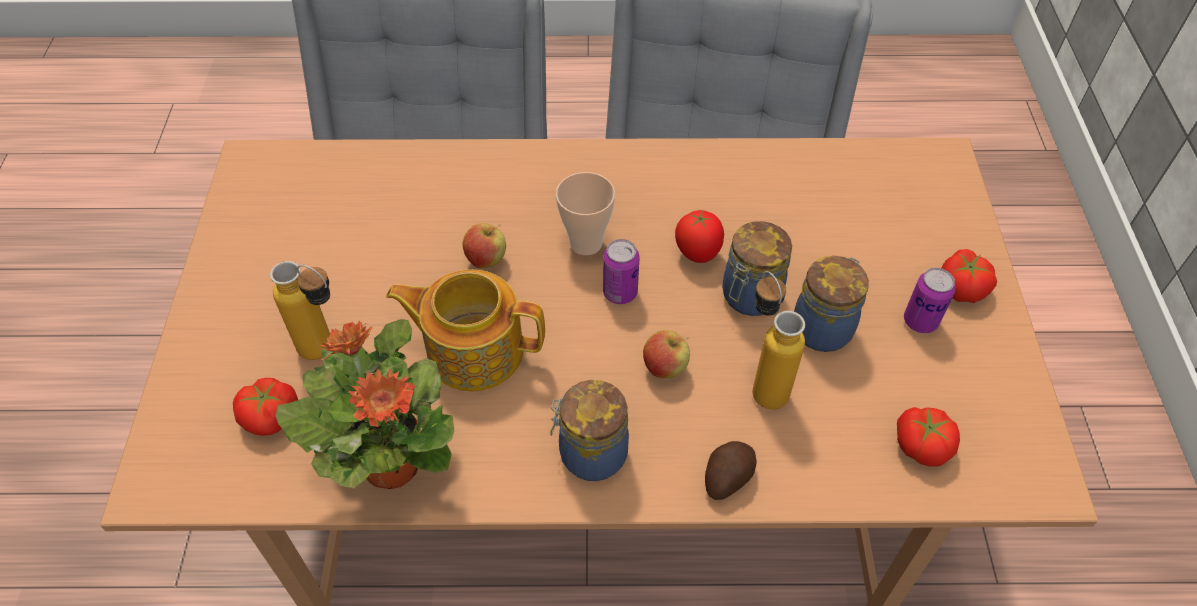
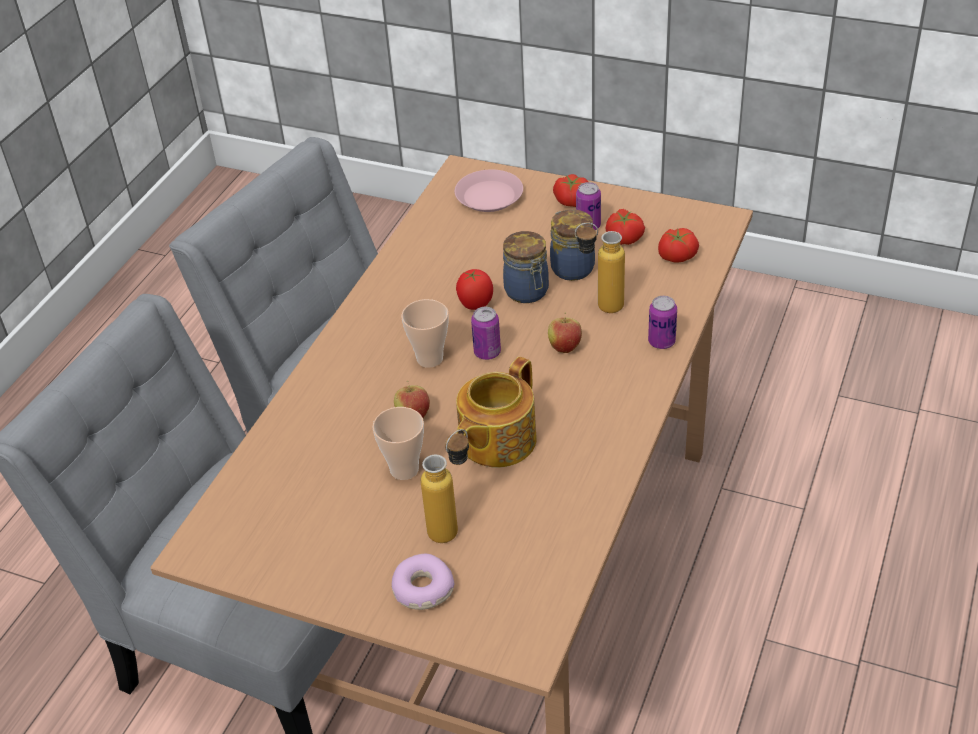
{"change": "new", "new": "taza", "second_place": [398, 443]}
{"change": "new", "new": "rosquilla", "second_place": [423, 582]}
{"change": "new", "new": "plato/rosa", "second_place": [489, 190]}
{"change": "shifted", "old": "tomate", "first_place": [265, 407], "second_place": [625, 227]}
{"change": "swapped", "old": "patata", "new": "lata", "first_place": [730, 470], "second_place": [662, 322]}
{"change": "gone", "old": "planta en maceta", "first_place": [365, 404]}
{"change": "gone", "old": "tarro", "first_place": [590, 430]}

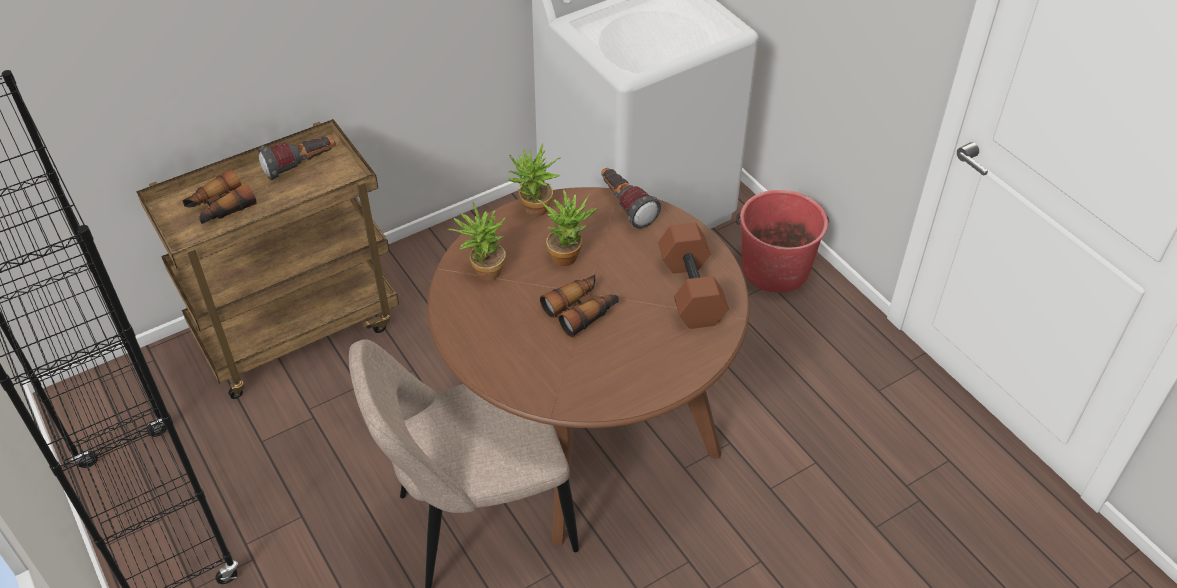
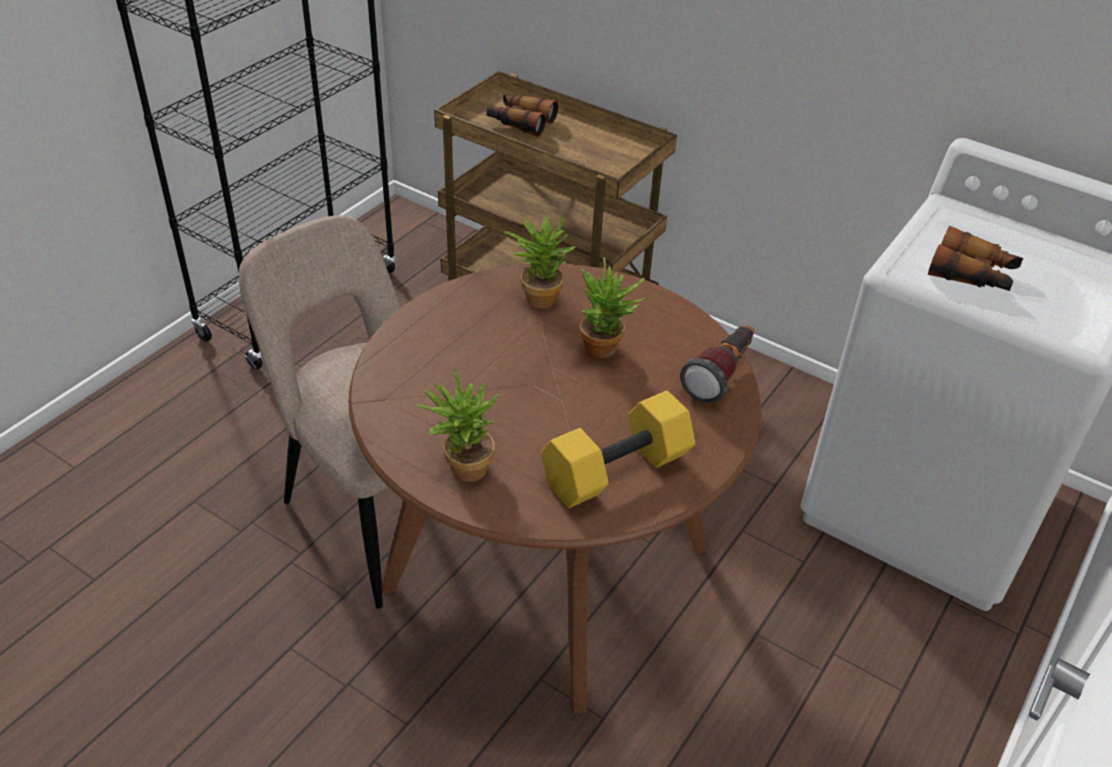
{"change": "shifted", "old": "planta en maceta", "first_place": [534, 180], "second_place": [456, 425]}
{"change": "repainted", "old": "mancuerna/marrón", "new": "mancuerna/amarillo", "first_place": [693, 275], "second_place": [618, 449]}
{"change": "shifted", "old": "prismáticos", "first_place": [579, 306], "second_place": [975, 258]}
{"change": "gone", "old": "linterna", "first_place": [297, 159]}
{"change": "gone", "old": "cubo/rojo", "first_place": [782, 241]}

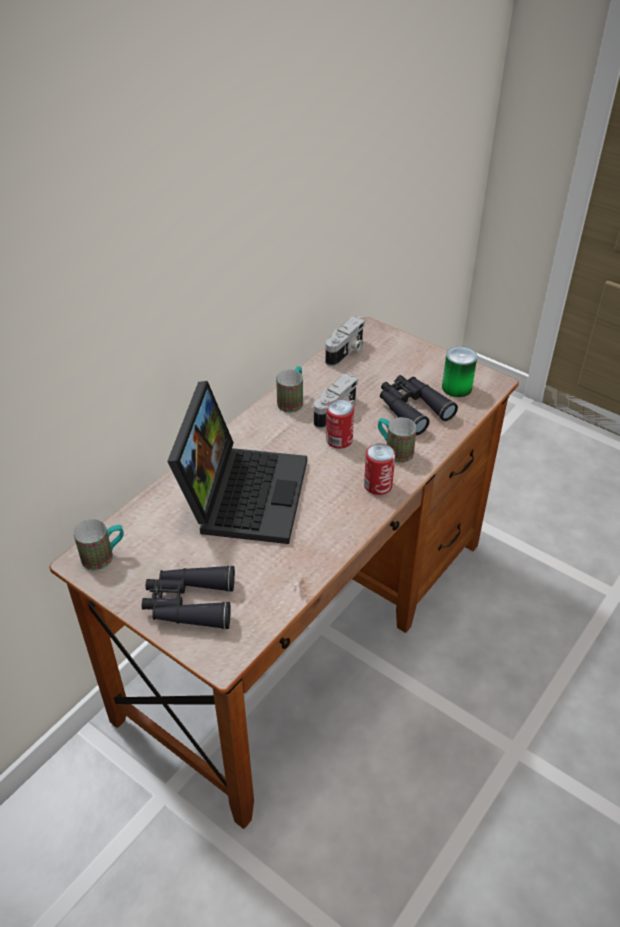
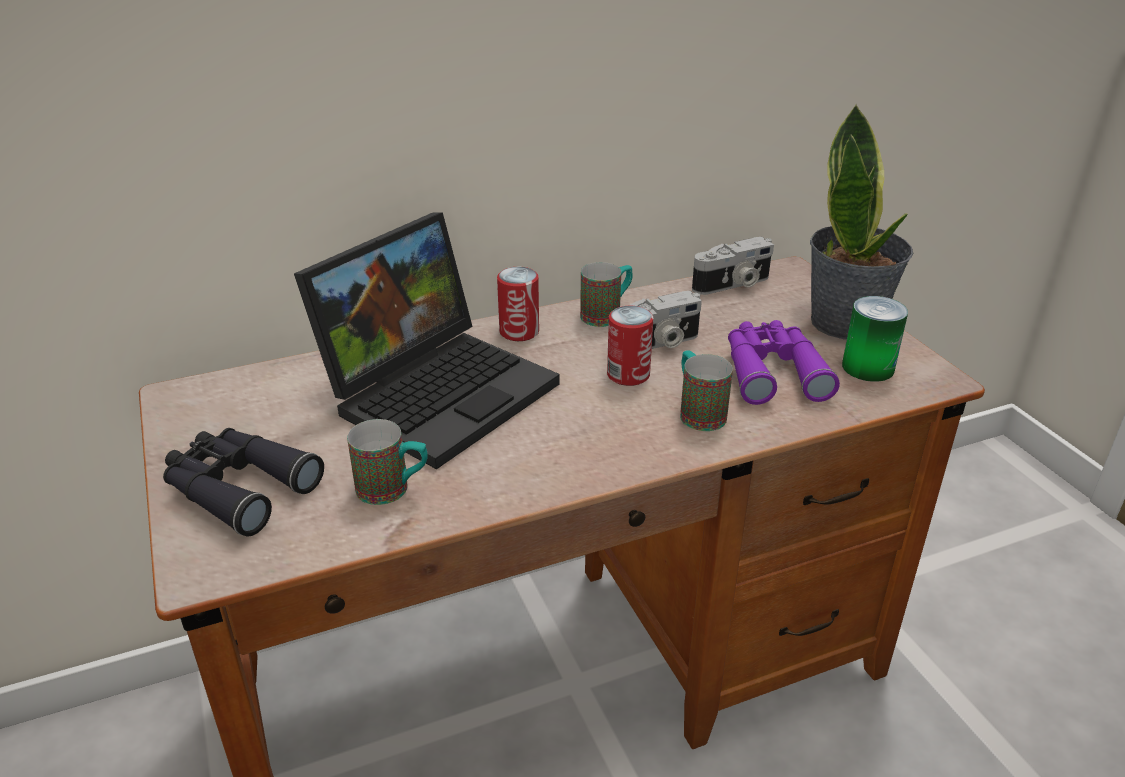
{"change": "shifted", "old": "taza grande", "first_place": [99, 544], "second_place": [387, 462]}
{"change": "shifted", "old": "lata", "first_place": [379, 469], "second_place": [518, 304]}
{"change": "repainted", "old": "prismáticos/negro", "new": "prismáticos/morado", "first_place": [419, 405], "second_place": [784, 362]}
{"change": "new", "new": "planta en maceta", "second_place": [861, 221]}

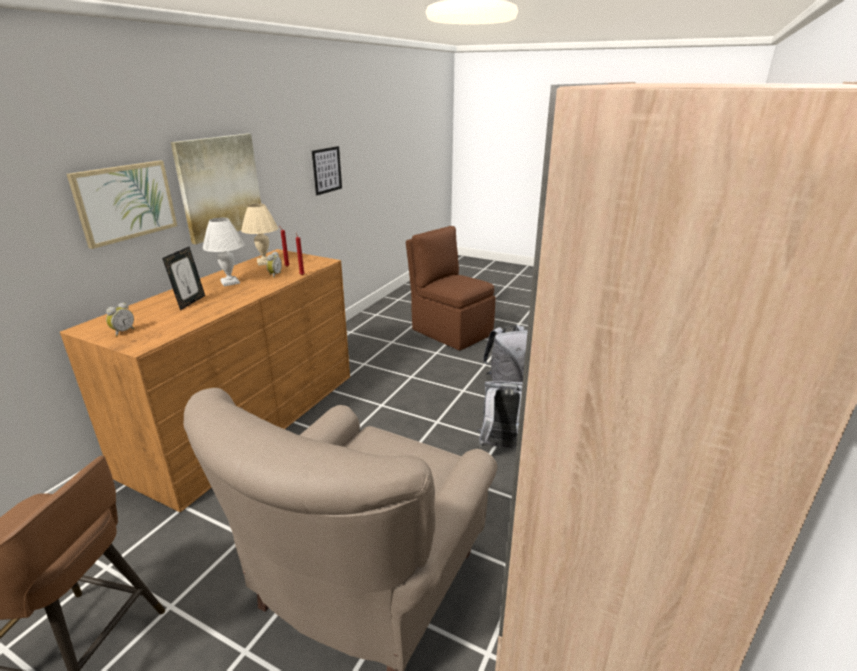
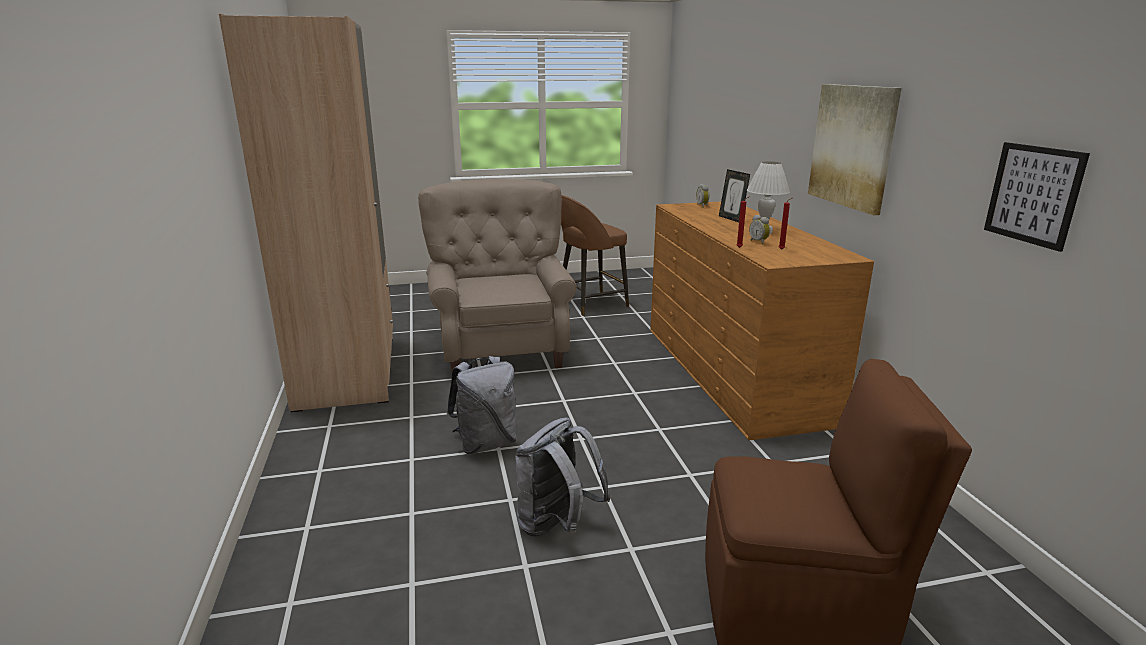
{"change": "gone", "old": "cuadro", "first_place": [122, 204]}
{"change": "gone", "old": "lámpara de mesa/beis", "first_place": [259, 235]}

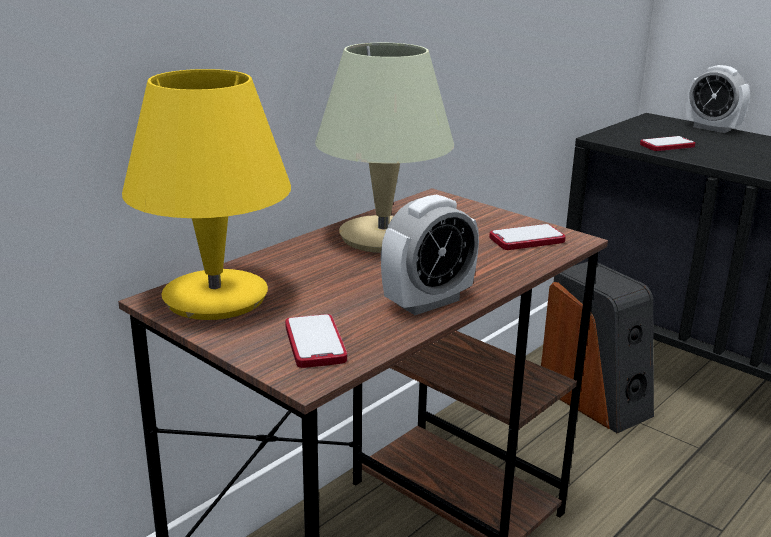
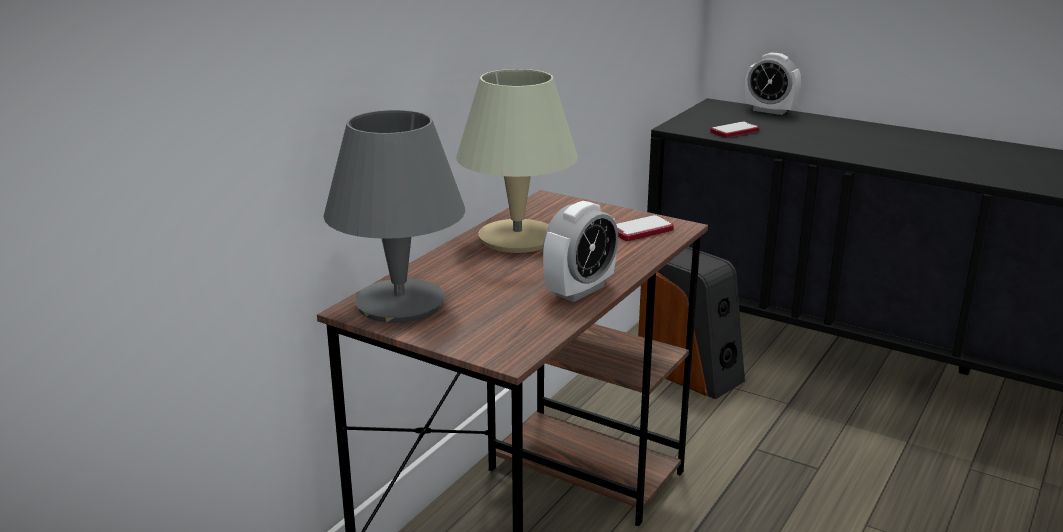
{"change": "repainted", "old": "lámpara de mesa/amarillo", "new": "lámpara de mesa/gris", "first_place": [206, 194], "second_place": [394, 216]}
{"change": "gone", "old": "móvil", "first_place": [316, 341]}

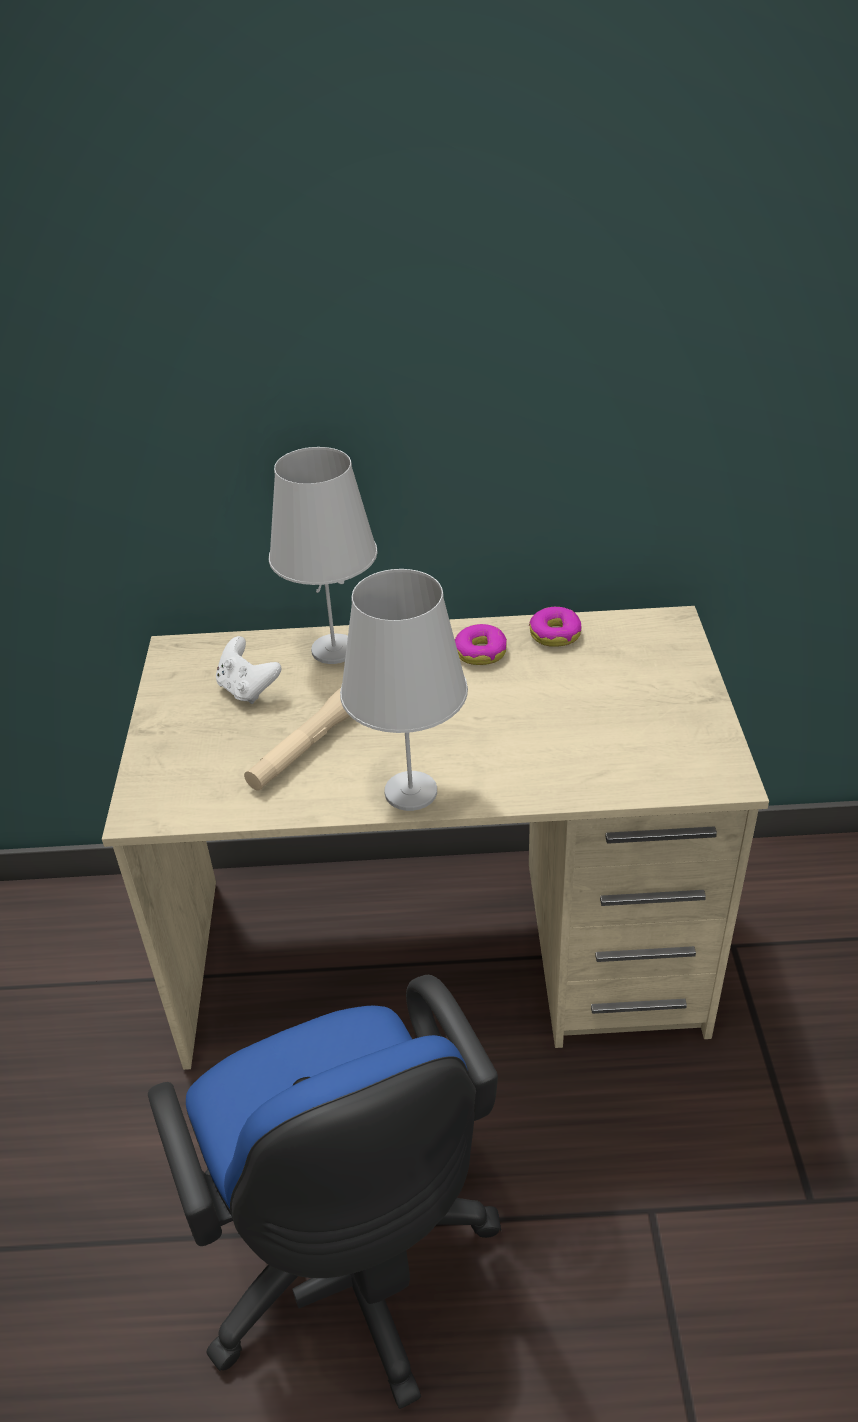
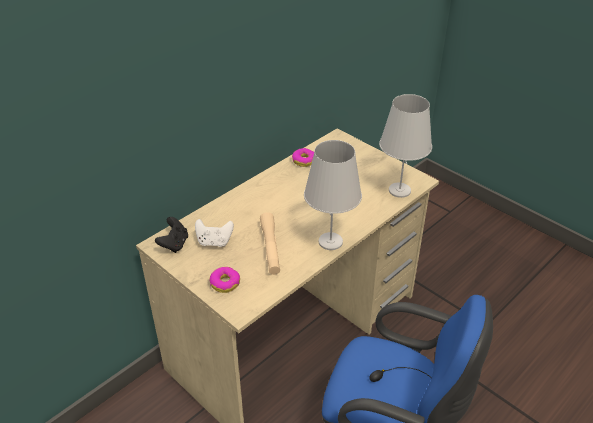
{"change": "new", "new": "mando de consola/negro", "second_place": [171, 235]}
{"change": "shifted", "old": "rosquilla", "first_place": [481, 644], "second_place": [225, 280]}
{"change": "shifted", "old": "lámpara de mesa/blanco", "first_place": [323, 555], "second_place": [405, 146]}

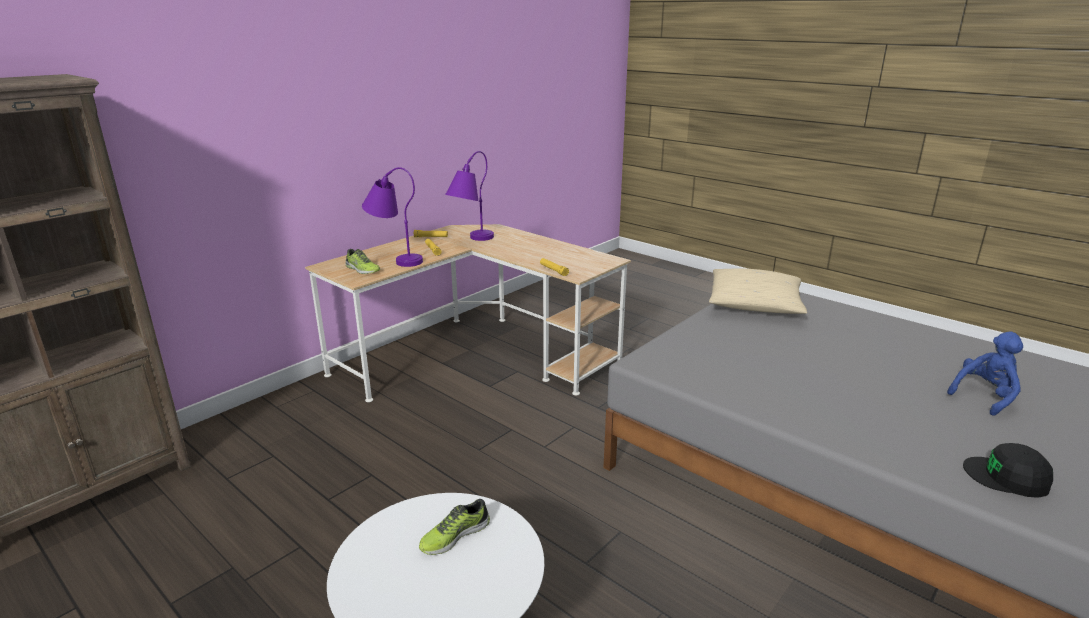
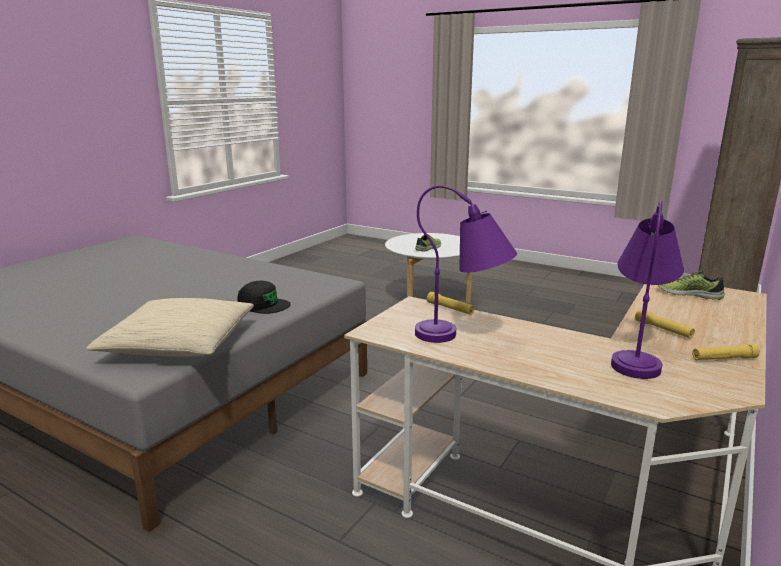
{"change": "shifted", "old": "gorra/negro", "first_place": [1008, 470], "second_place": [264, 297]}
{"change": "shifted", "old": "lámpara de mesa/morado", "first_place": [392, 217], "second_place": [466, 264]}
{"change": "gone", "old": "peluche/azul", "first_place": [985, 373]}

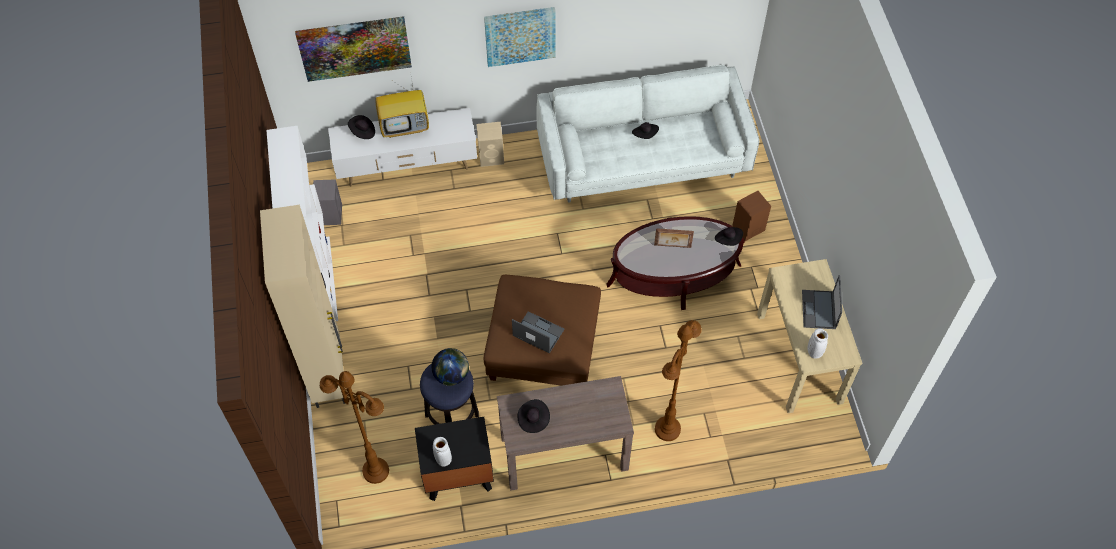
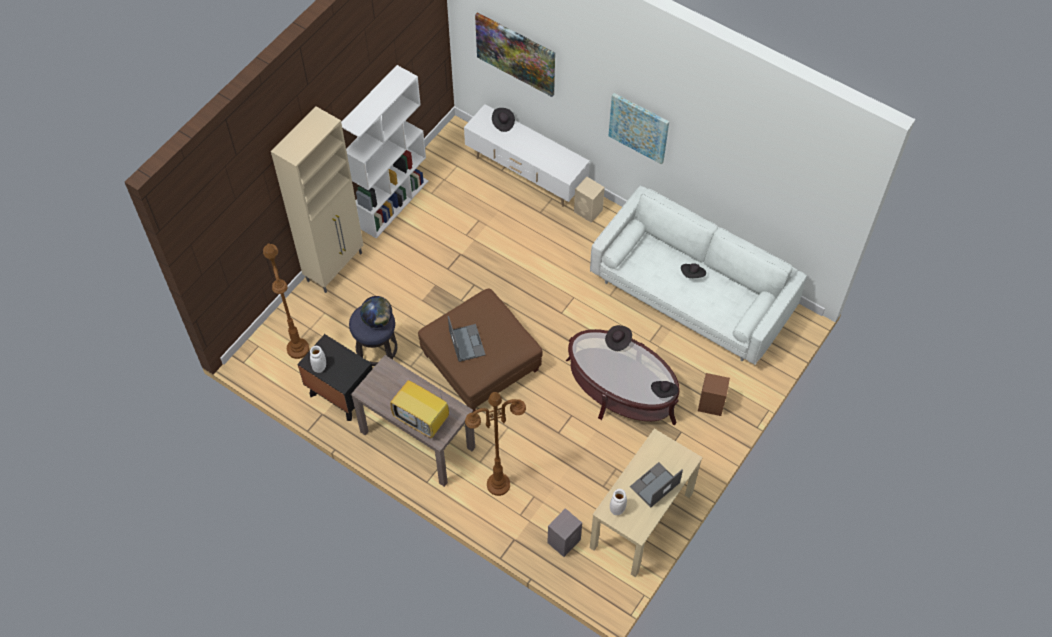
{"change": "shifted", "old": "televisor", "first_place": [402, 108], "second_place": [419, 408]}
{"change": "shifted", "old": "altavoz/gris", "first_place": [327, 202], "second_place": [564, 532]}
{"change": "shifted", "old": "sombrero/negro", "first_place": [533, 416], "second_place": [618, 338]}
{"change": "gone", "old": "portarretratos", "first_place": [674, 238]}

